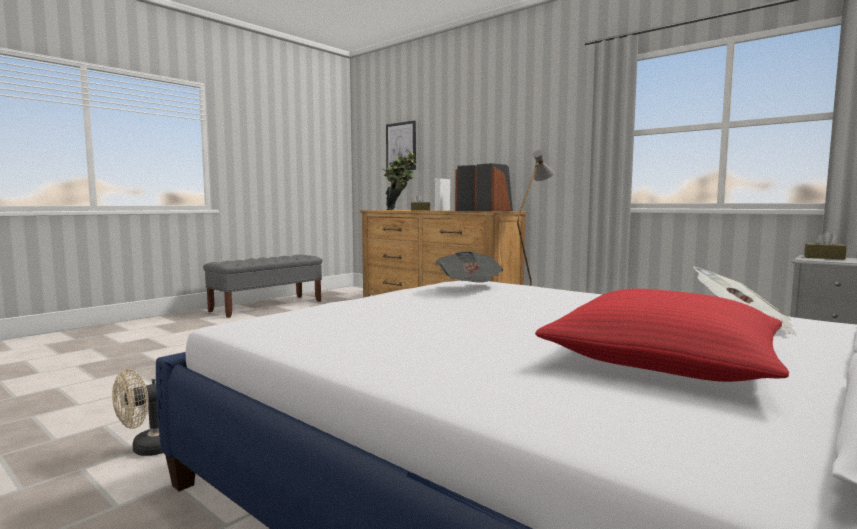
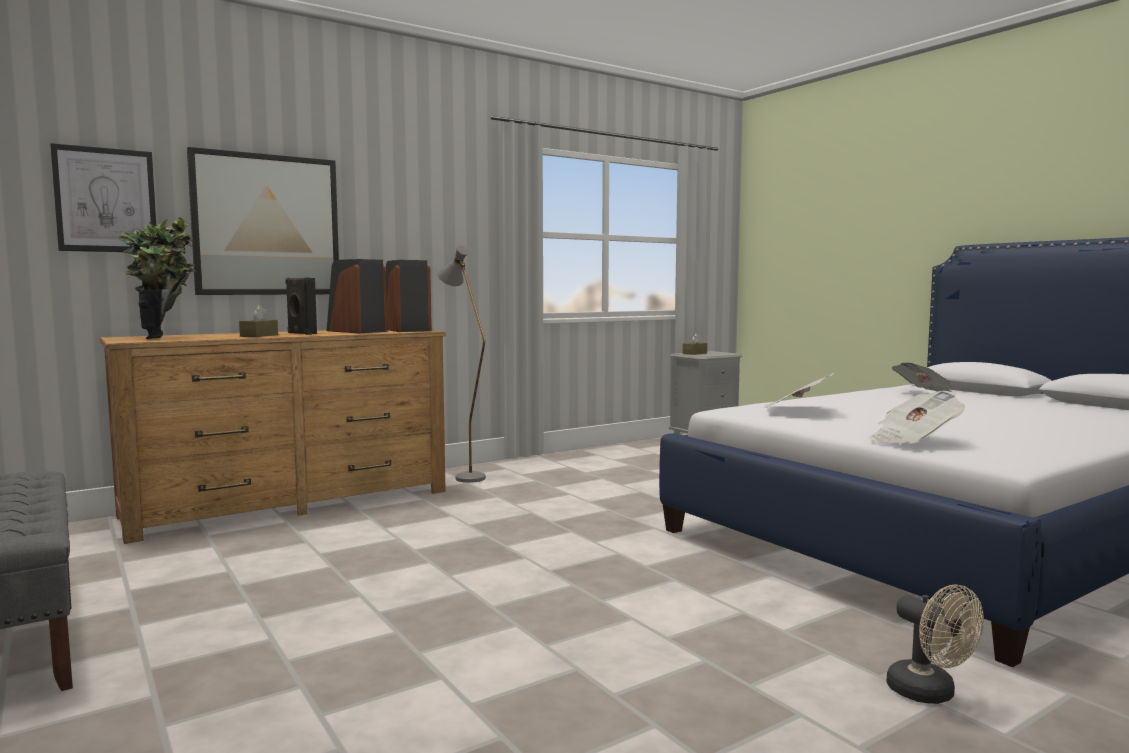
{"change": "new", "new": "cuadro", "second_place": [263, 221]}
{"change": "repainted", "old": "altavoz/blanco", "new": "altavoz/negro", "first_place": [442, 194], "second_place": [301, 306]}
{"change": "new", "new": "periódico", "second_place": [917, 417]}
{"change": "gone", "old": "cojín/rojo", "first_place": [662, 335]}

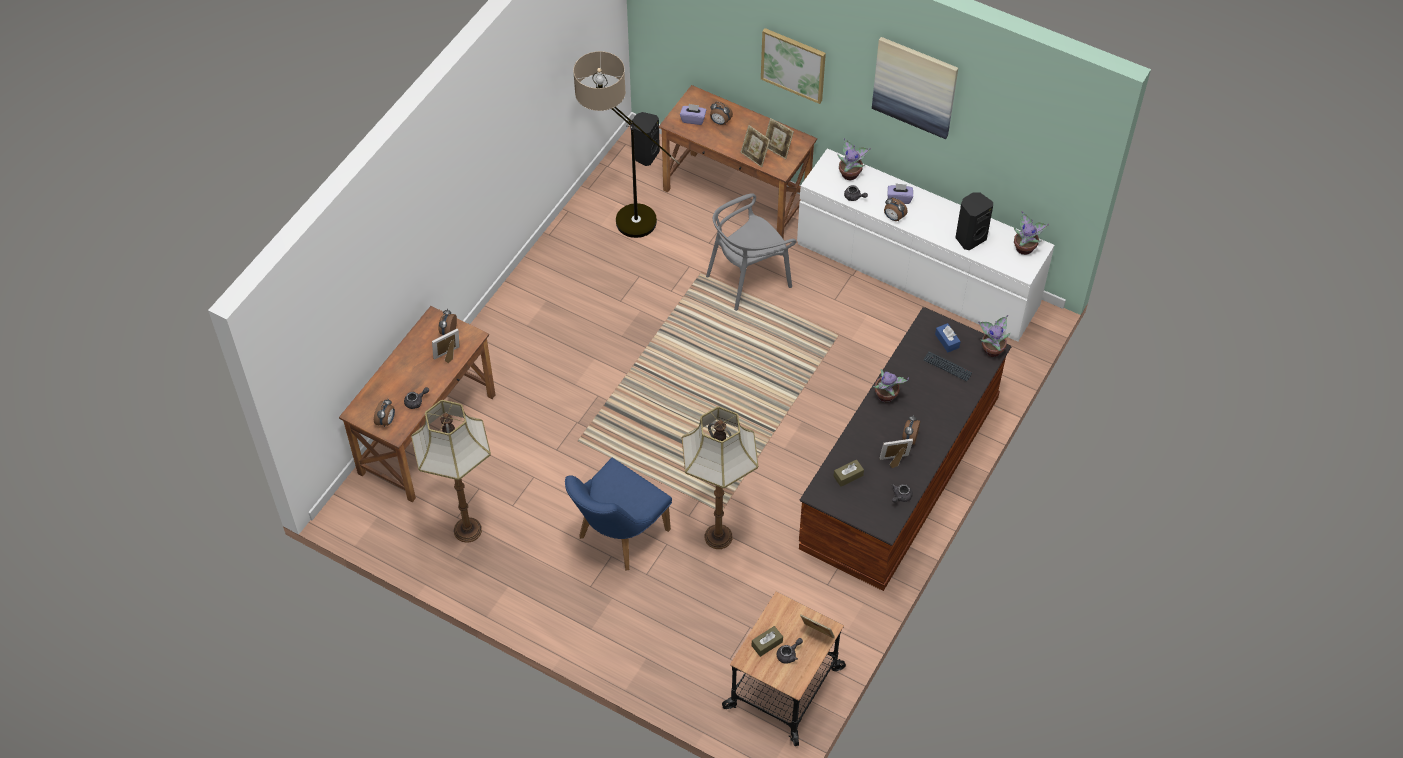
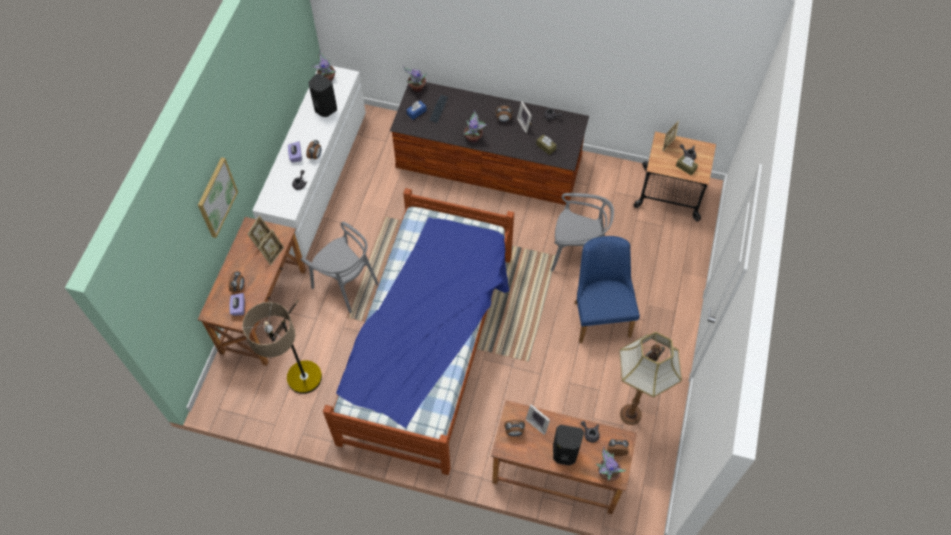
{"change": "new", "new": "cama", "second_place": [418, 331]}
{"change": "swapped", "old": "lámpara de pie", "new": "silla/gris", "first_place": [720, 477], "second_place": [582, 232]}
{"change": "shifted", "old": "altavoz/negro", "first_place": [646, 139], "second_place": [568, 445]}
{"change": "rotated", "old": "silla/azul", "first_place": [618, 514], "second_place": [607, 289], "degrees": -120}
{"change": "shifted", "old": "planta en maceta", "first_place": [854, 159], "second_place": [611, 464]}
{"change": "gone", "old": "cuadro", "first_place": [915, 88]}

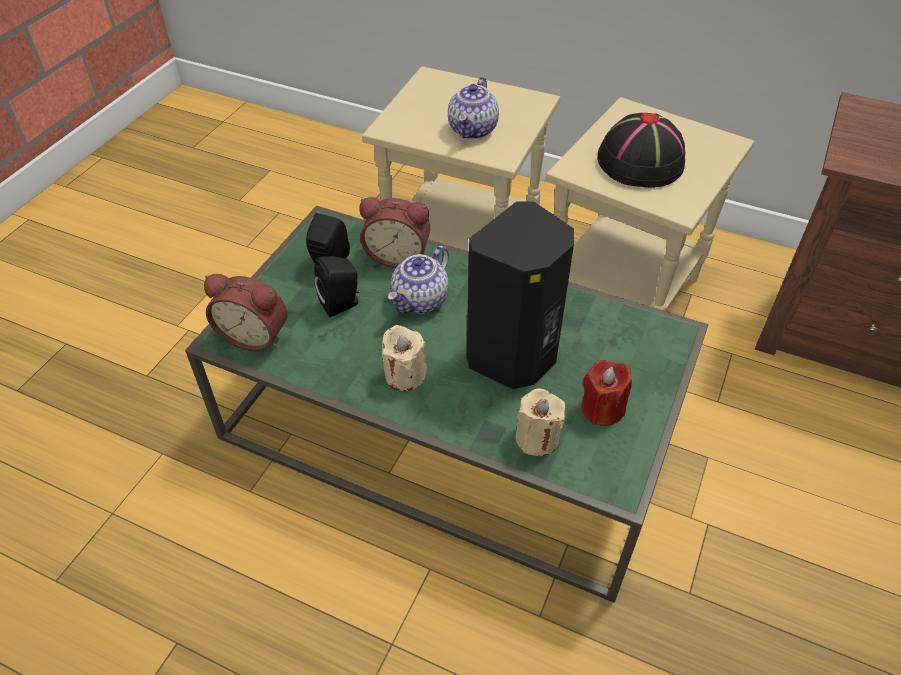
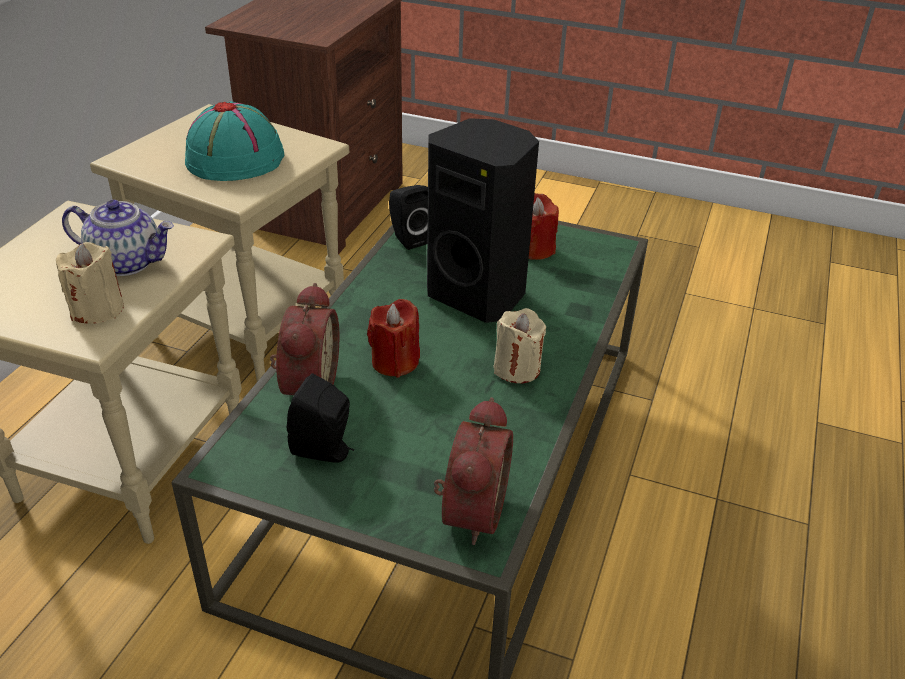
{"change": "shifted", "old": "vela/beis", "first_place": [540, 422], "second_place": [90, 283]}
{"change": "repainted", "old": "sombrero/negro", "new": "sombrero/turquesa", "first_place": [641, 150], "second_place": [234, 141]}
{"change": "swapped", "old": "tetera", "new": "vela/rojo", "first_place": [418, 280], "second_place": [393, 338]}
{"change": "shifted", "old": "altavoz/negro", "first_place": [336, 286], "second_place": [408, 217]}

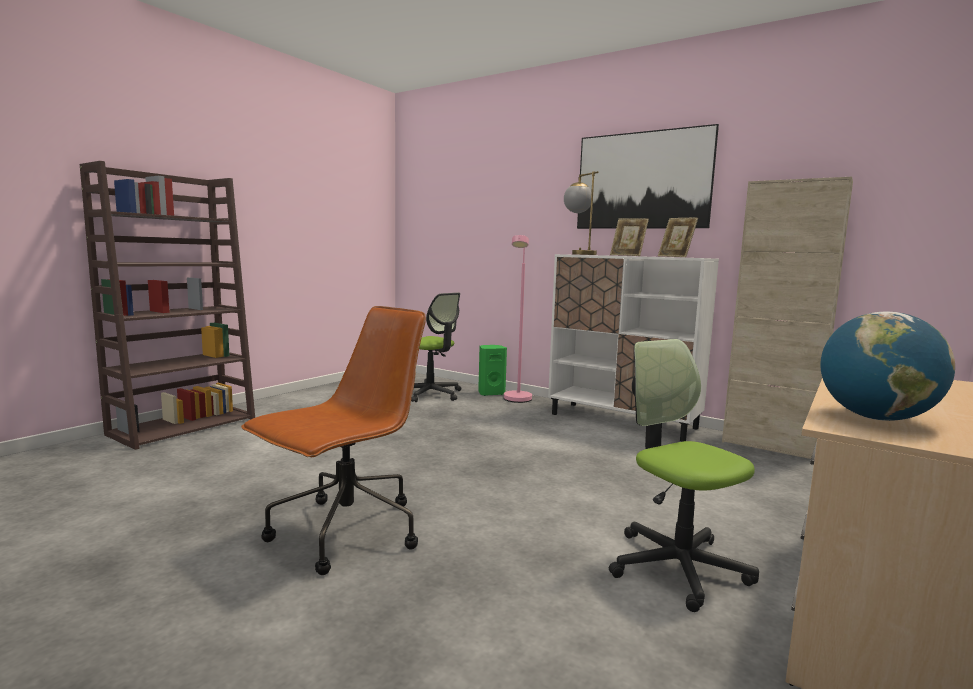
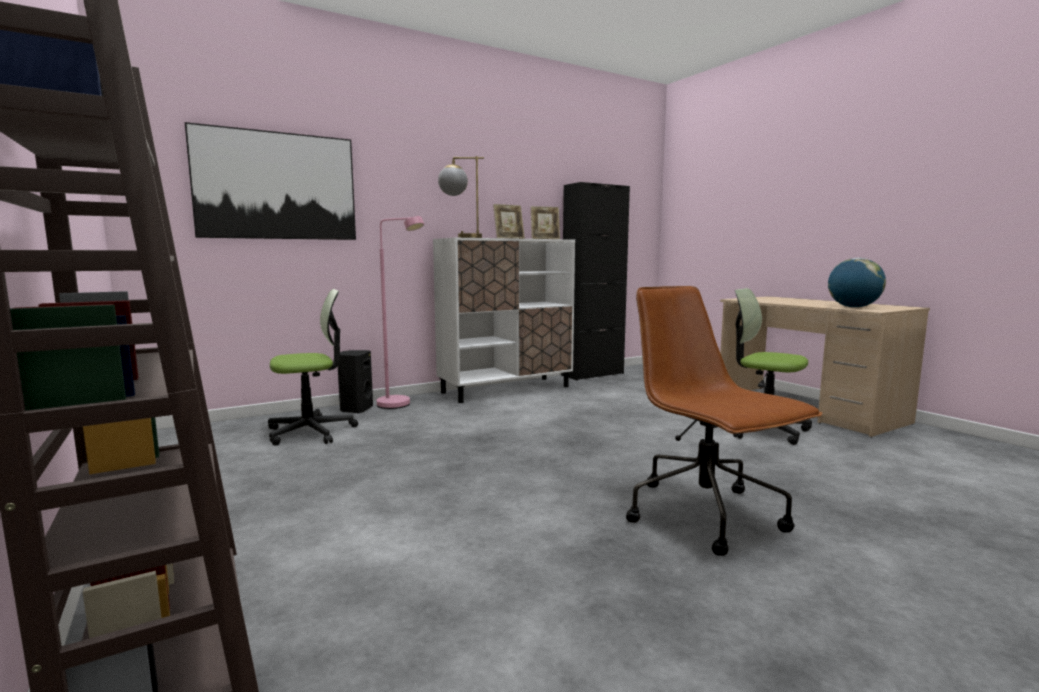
{"change": "shifted", "old": "cuadro", "first_place": [648, 176], "second_place": [270, 181]}
{"change": "repainted", "old": "altavoz/verde", "new": "altavoz/negro", "first_place": [492, 370], "second_place": [355, 382]}
{"change": "repainted", "old": "armario/beis", "new": "armario/negro", "first_place": [787, 318], "second_place": [595, 281]}
{"change": "rotated", "old": "silla de oficina", "first_place": [684, 475], "second_place": [772, 366], "degrees": 45}

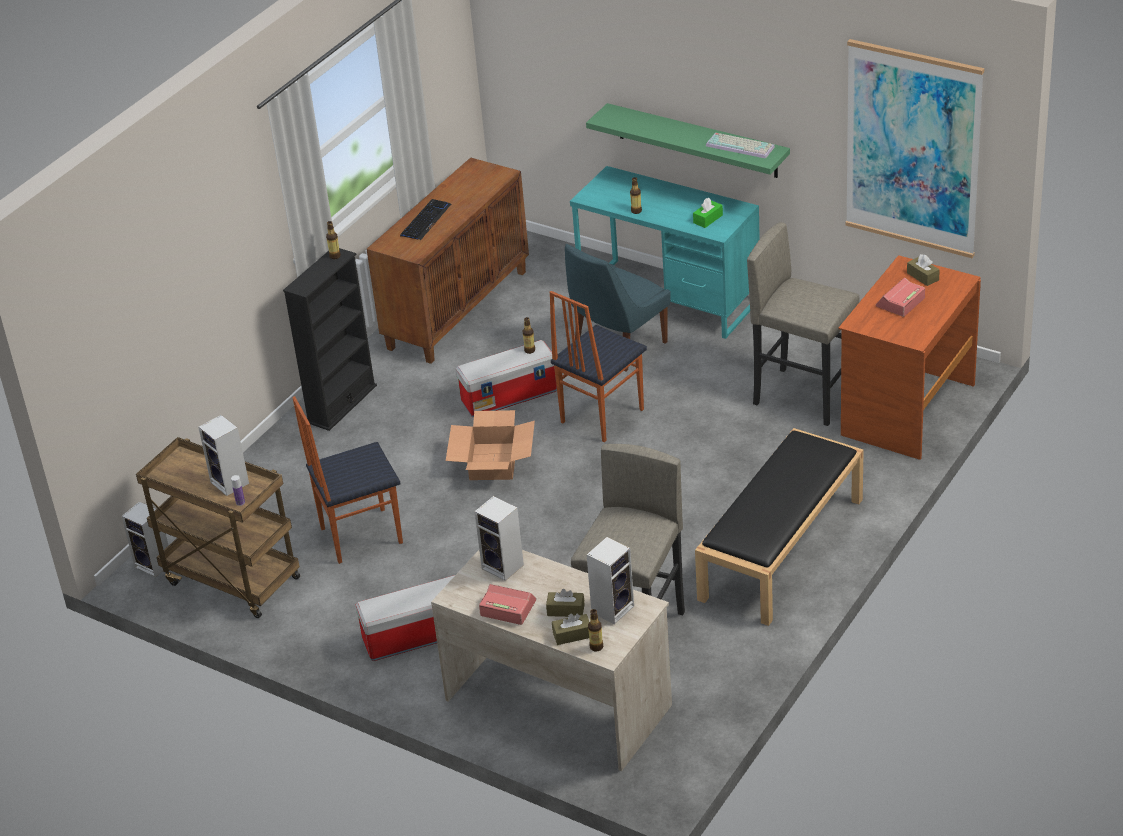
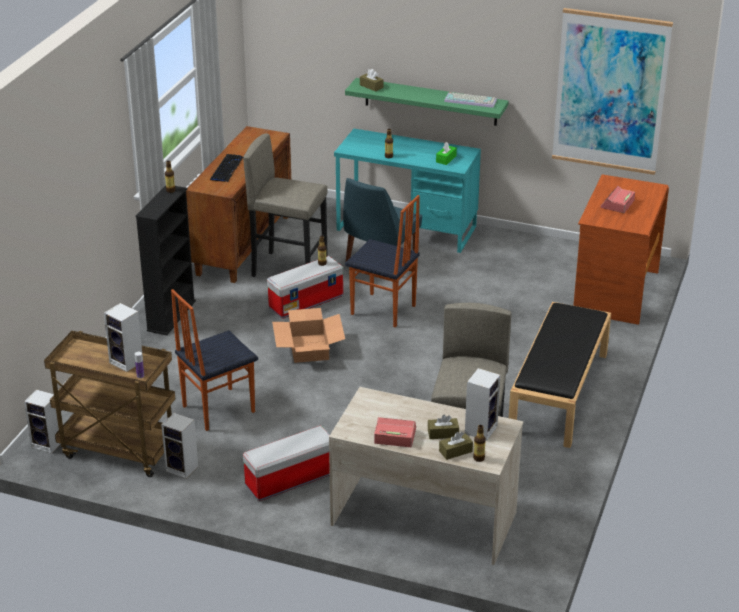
{"change": "shifted", "old": "altavoz", "first_place": [499, 538], "second_place": [179, 446]}
{"change": "shifted", "old": "taburete/gris", "first_place": [803, 324], "second_place": [285, 205]}
{"change": "rotated", "old": "silla", "first_place": [598, 366], "second_place": [382, 261], "degrees": -90}
{"change": "shifted", "old": "caja de pañuelos/marrón", "first_place": [923, 270], "second_place": [371, 80]}

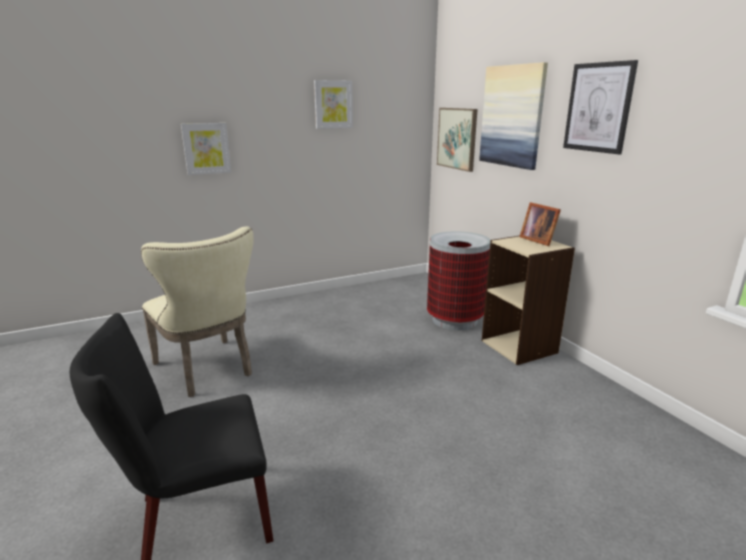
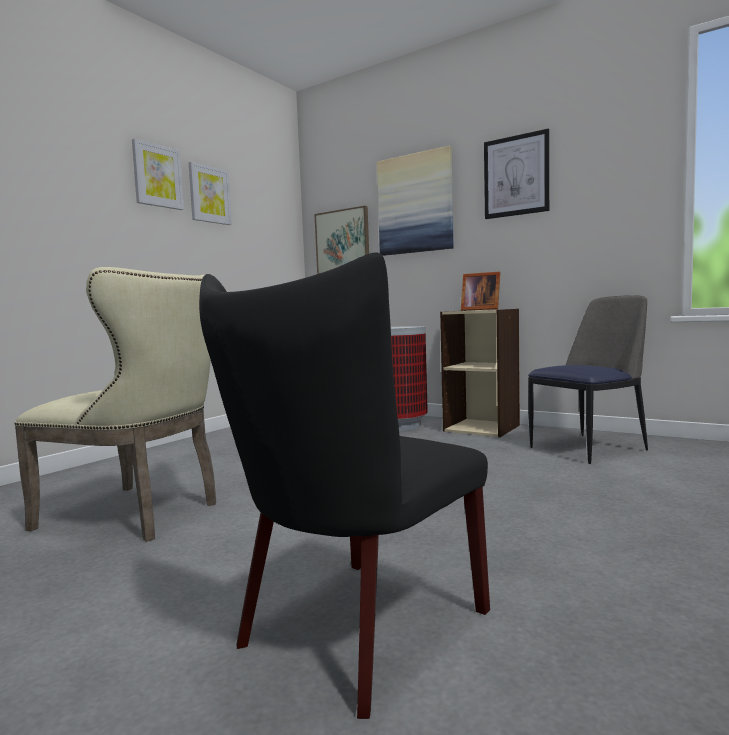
{"change": "shifted", "old": "cuadro", "first_place": [206, 149], "second_place": [158, 174]}
{"change": "new", "new": "silla", "second_place": [588, 379]}

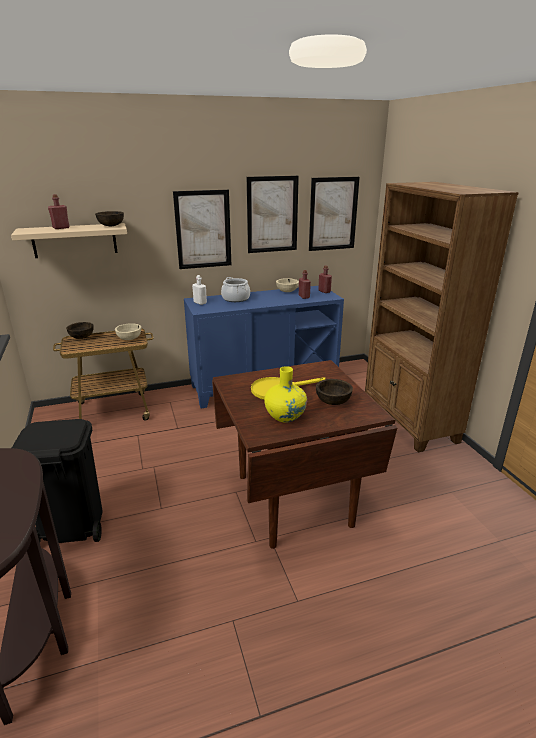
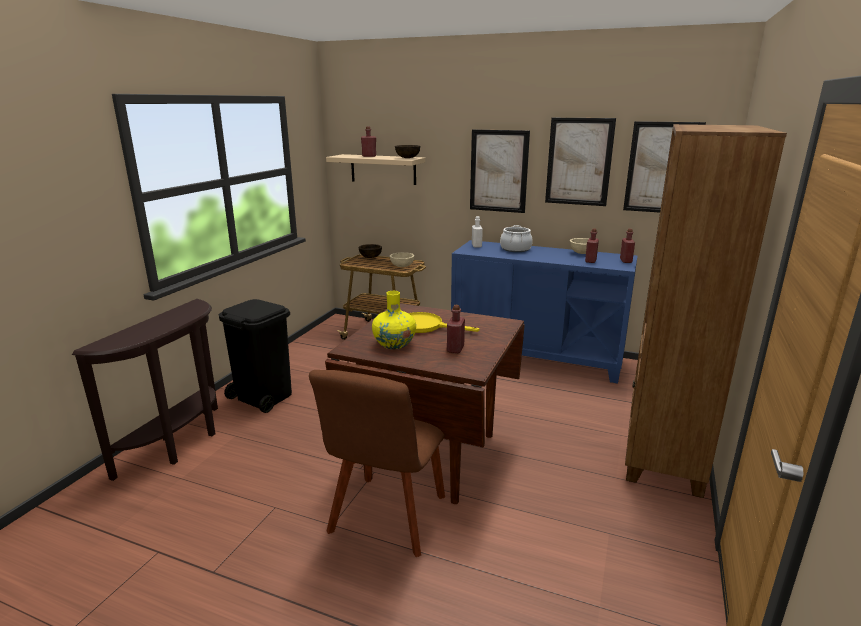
{"change": "new", "new": "silla/marrón", "second_place": [377, 463]}
{"change": "swapped", "old": "cuenco/marrón", "new": "botella/rojo", "first_place": [334, 392], "second_place": [456, 329]}

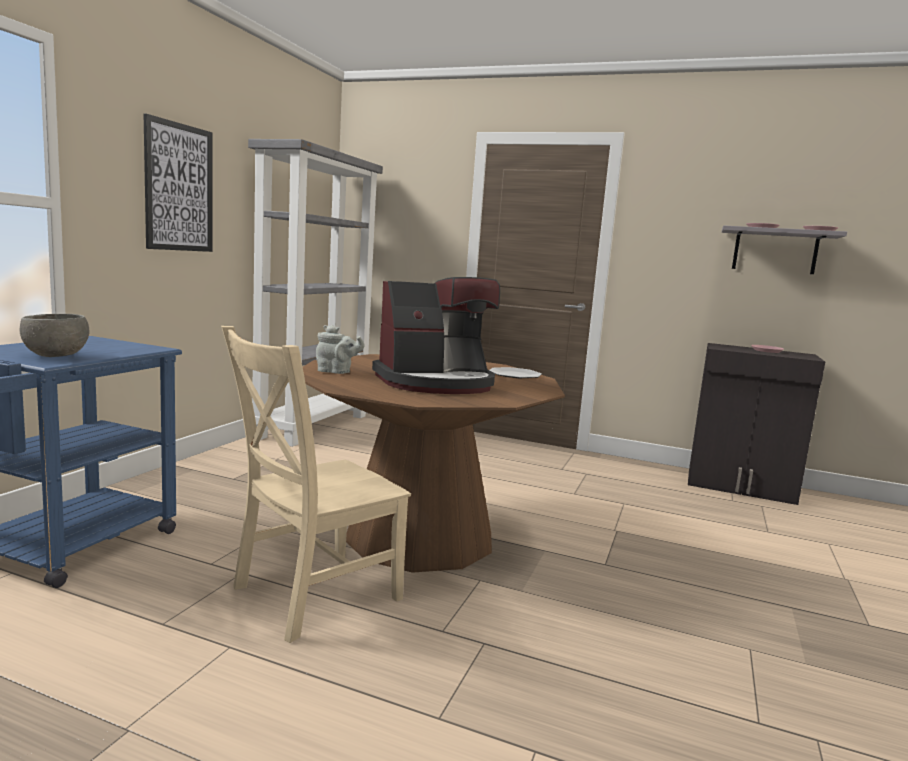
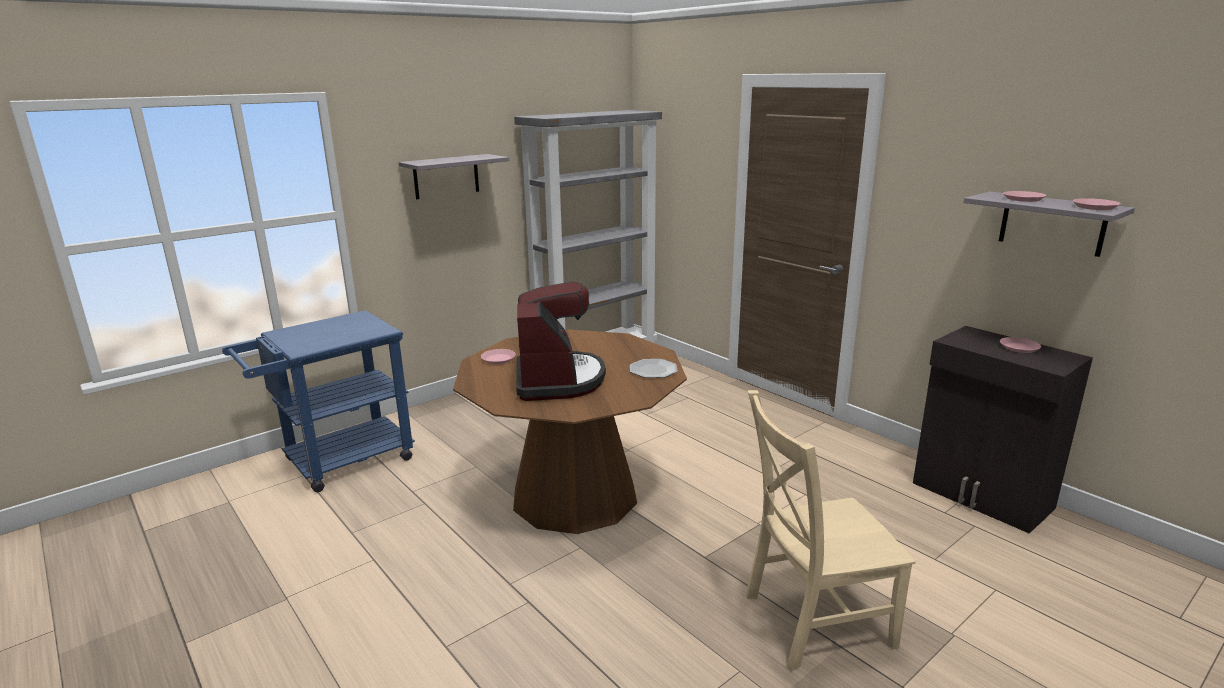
{"change": "swapped", "old": "cuadro", "new": "estante/gris", "first_place": [178, 183], "second_place": [454, 176]}
{"change": "swapped", "old": "tetera/gris", "new": "plato/rosa", "first_place": [340, 349], "second_place": [498, 356]}
{"change": "rotated", "old": "cafetera", "first_place": [436, 335], "second_place": [561, 341], "degrees": -105}
{"change": "shifted", "old": "silla/beis", "first_place": [316, 484], "second_place": [830, 530]}
{"change": "gone", "old": "cuenco/gris", "first_place": [54, 335]}

